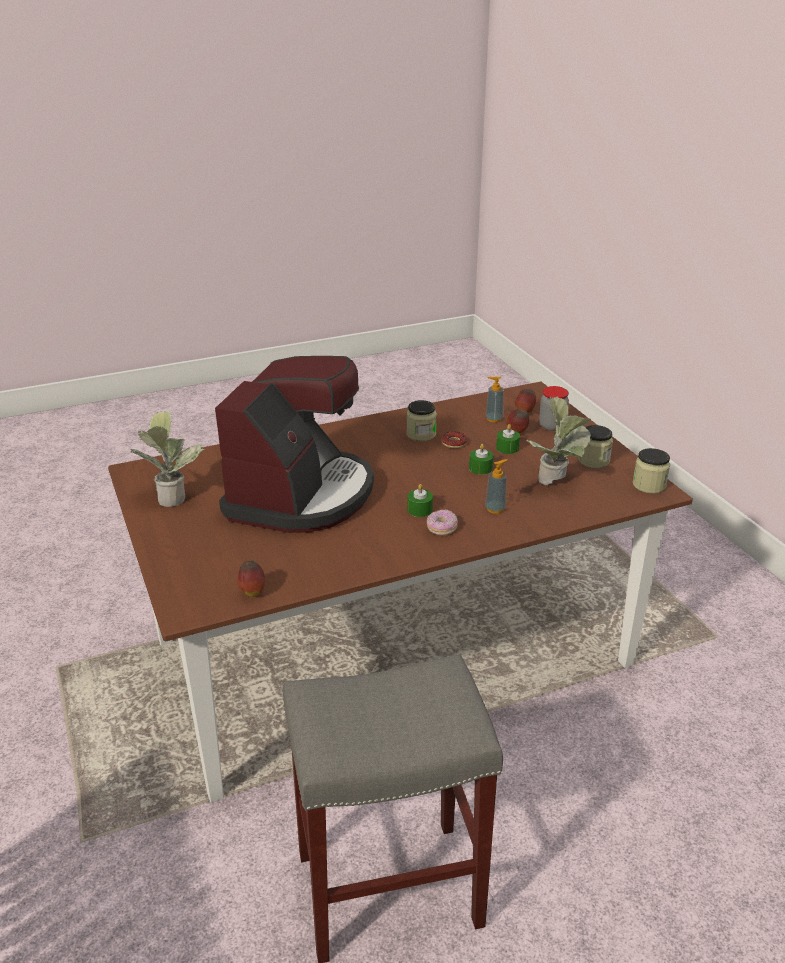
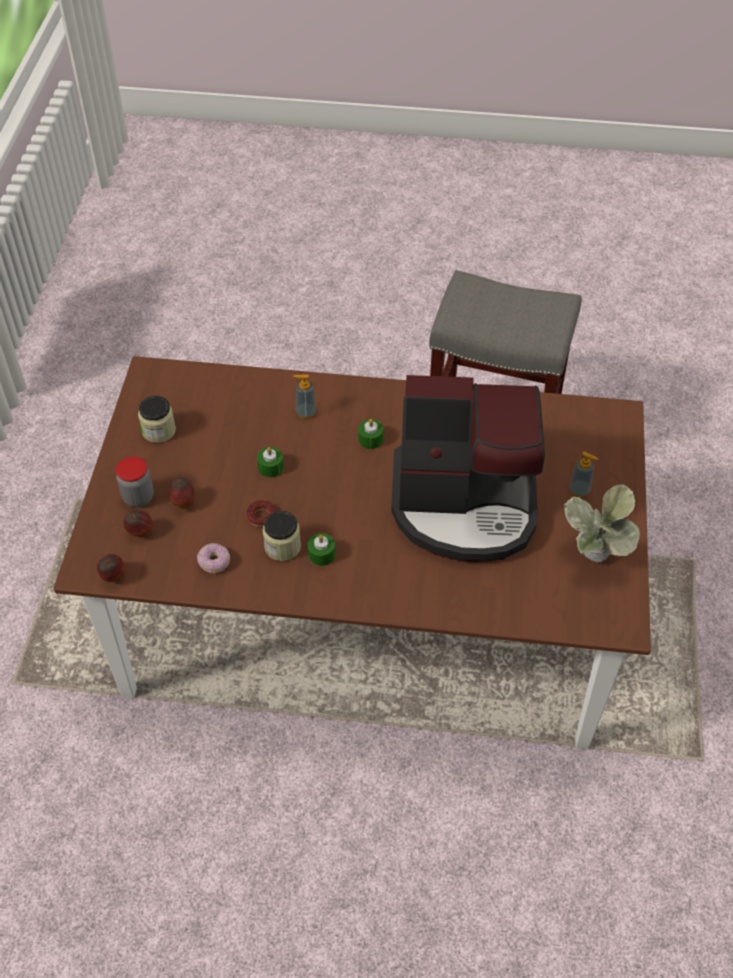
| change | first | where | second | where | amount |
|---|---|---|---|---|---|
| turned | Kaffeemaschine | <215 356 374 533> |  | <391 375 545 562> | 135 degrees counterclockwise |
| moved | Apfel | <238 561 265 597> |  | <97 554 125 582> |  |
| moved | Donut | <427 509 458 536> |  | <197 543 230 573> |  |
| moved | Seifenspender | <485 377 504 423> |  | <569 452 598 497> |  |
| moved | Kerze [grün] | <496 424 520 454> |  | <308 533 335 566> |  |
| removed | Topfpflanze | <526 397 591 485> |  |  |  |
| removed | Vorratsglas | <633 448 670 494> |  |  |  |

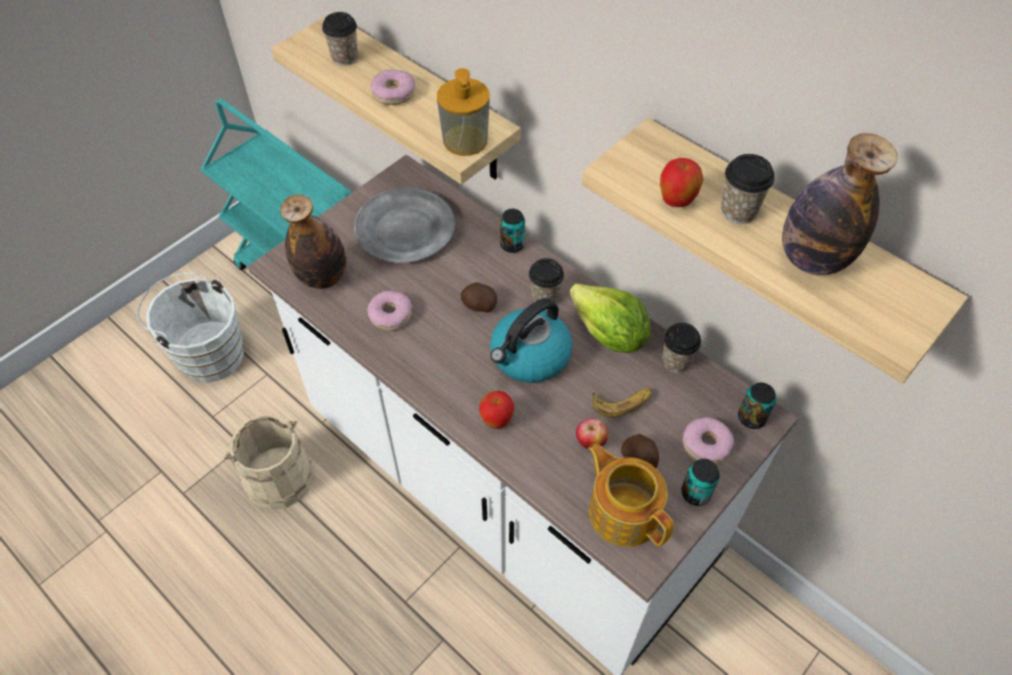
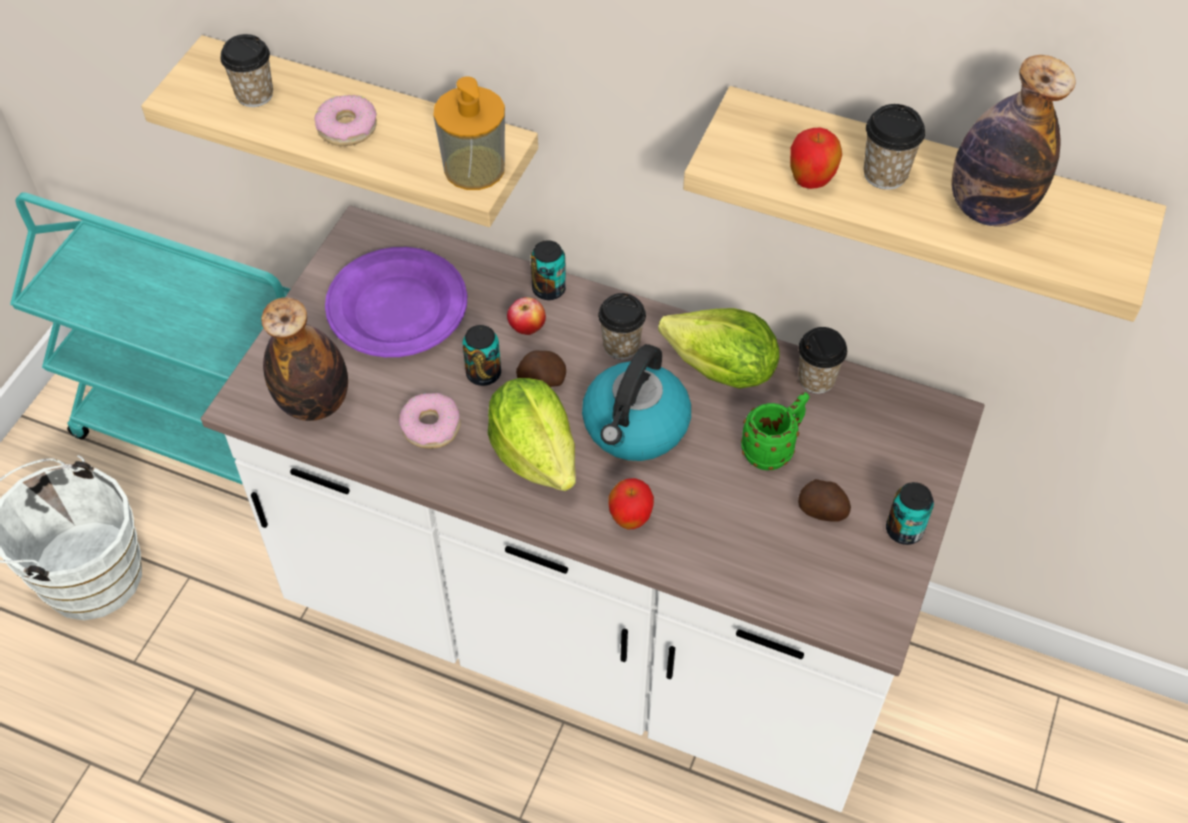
| change | first | where | second | where | amount |
|---|---|---|---|---|---|
| removed | Eimer [beige] | <224 414 313 510> |  |  |  |
| recoloured | Teller [grau] | <354 187 455 263> | Teller [lila] | <325 247 467 357> |  |
| moved | Apfel | <576 418 608 449> |  | <507 297 546 335> |  |
| removed | Teekanne | <588 443 674 547> |  |  |  |
| replaced | Banane | <592 387 652 418> | Henkelbecher [grün] | <741 392 809 470> |  |
| removed | Donut | <683 417 734 464> |  |  |  |
| moved | Dose | <738 383 776 429> |  | <463 325 501 386> |  |
| added |  |  | Salatkopf | <488 378 576 491> |  |

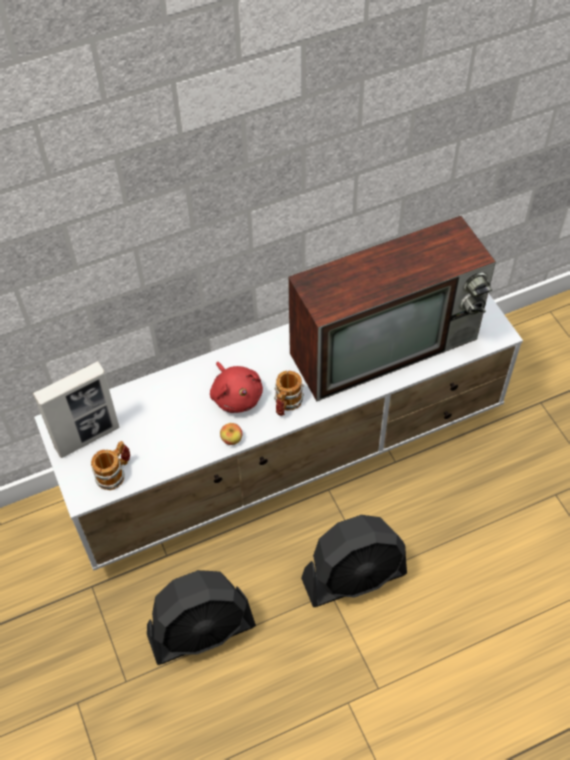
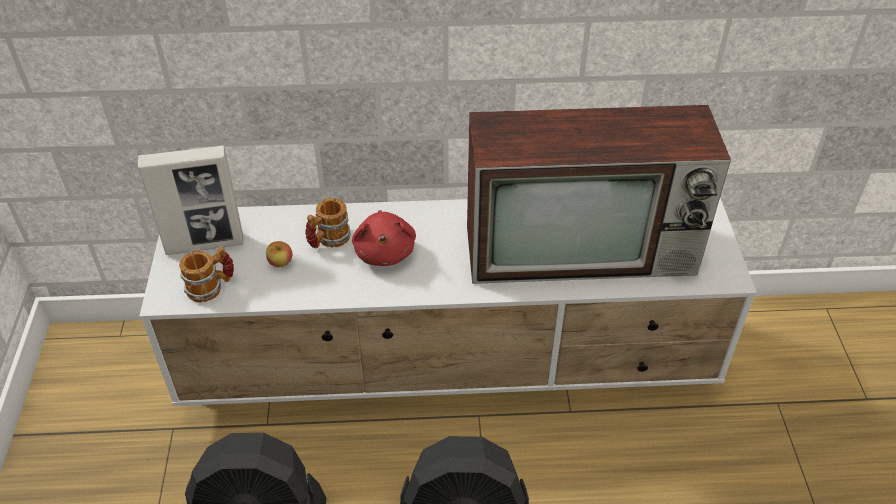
| change | first | where | second | where | amount |
|---|---|---|---|---|---|
| moved | Apfel | <220 423 242 445> |  | <266 241 292 267> |  |
| moved | Henkelbecher | <274 370 304 416> |  | <305 198 351 249> |  |

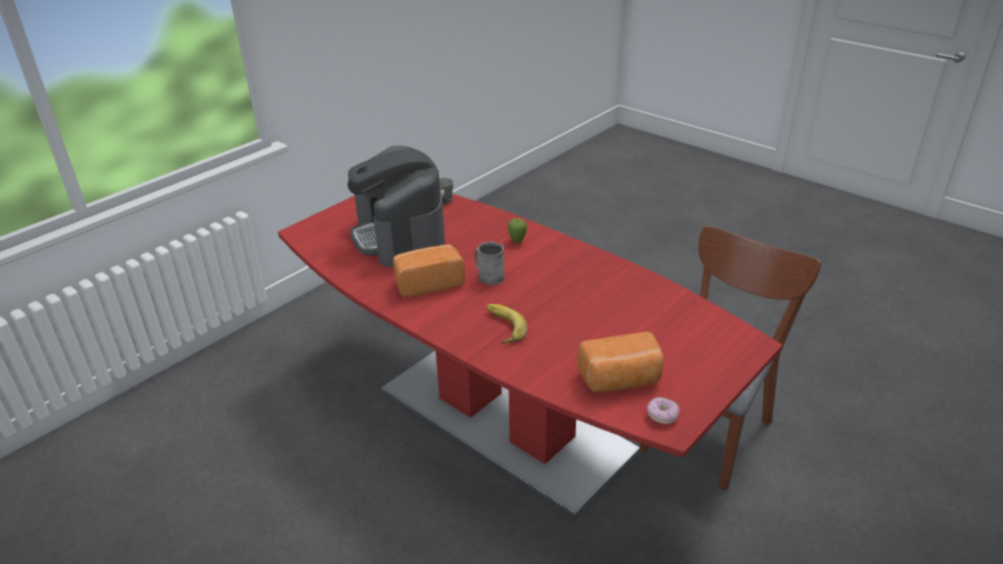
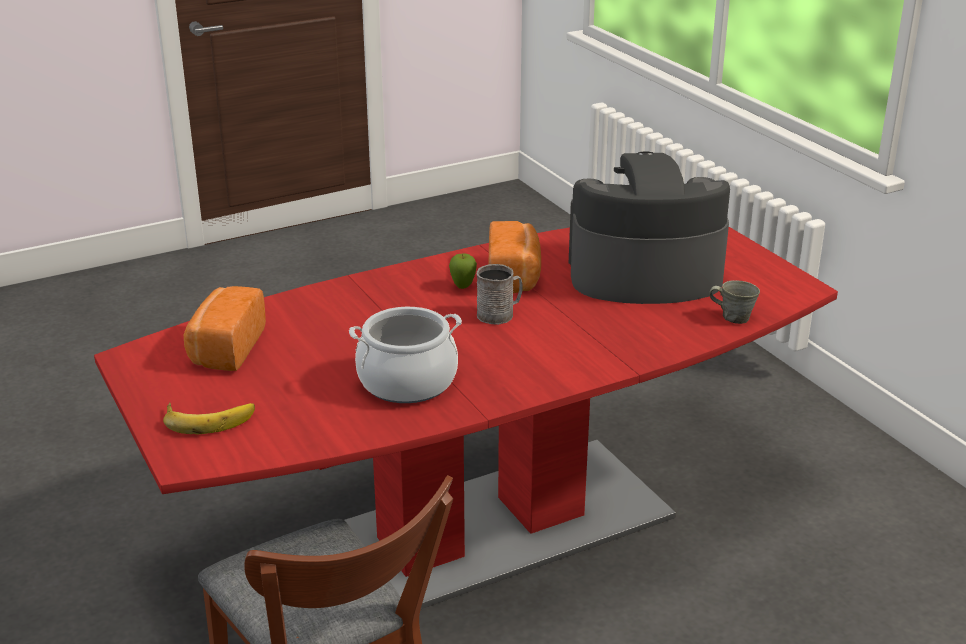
| change | first | where | second | where | amount |
|---|---|---|---|---|---|
| moved | Banane | <486 304 528 344> |  | <163 403 255 434> |  |
| moved | Apfel | <507 218 527 243> |  | <449 254 477 289> |  |
| removed | Donut | <647 397 679 424> |  |  |  |
| added |  |  | Kochtopf | <349 307 462 403> |  |

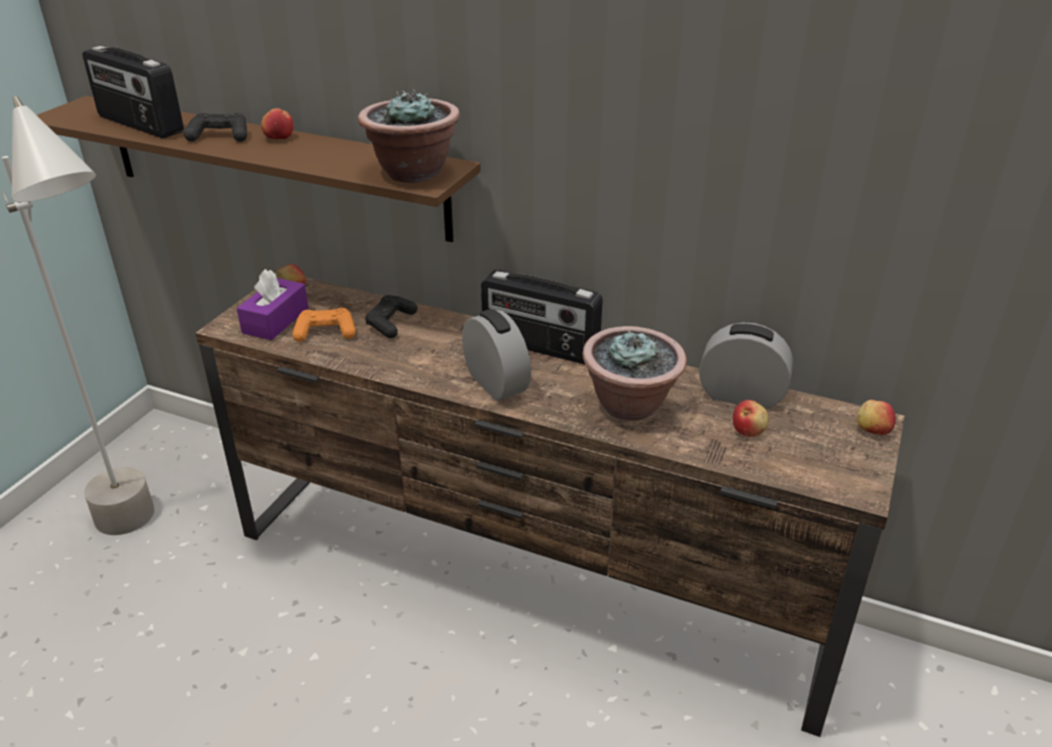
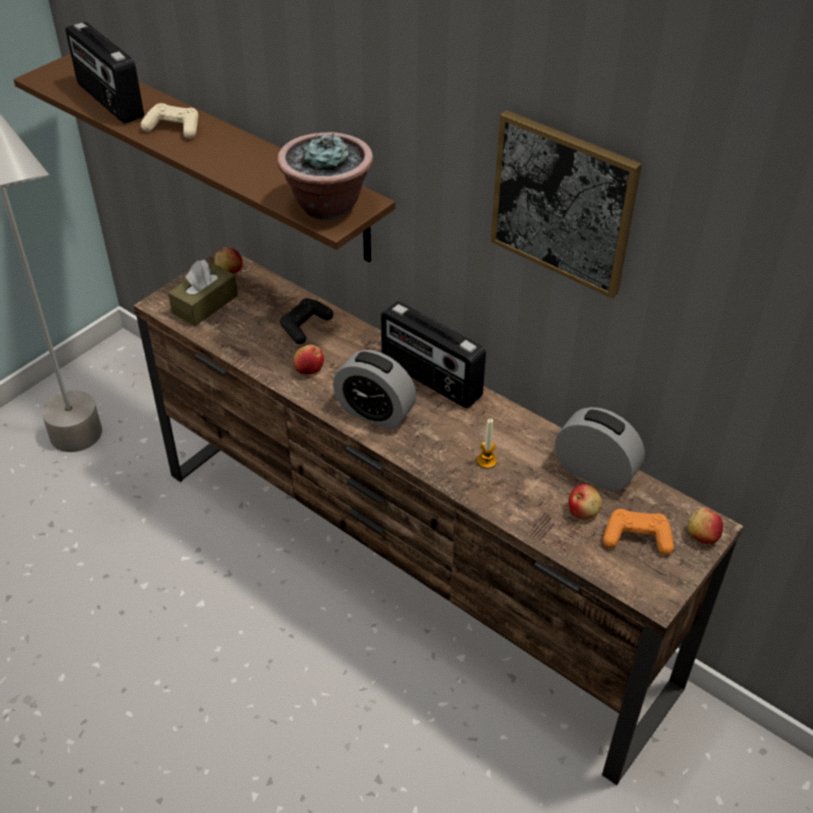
| change | first | where | second | where | amount |
|---|---|---|---|---|---|
| recoloured | Gamepad [schwarz] | <184 113 247 142> | Gamepad [beige] | <141 103 199 139> |  |
| recoloured | Taschentuchbox [lila] | <237 269 308 340> | Taschentuchbox [braun] | <168 260 238 326> |  |
| moved | Apfel | <261 108 294 139> |  | <293 345 324 375> |  |
| moved | Gamepad [orange] | <292 308 356 342> |  | <603 509 674 555> |  |
| turned | Wecker | <462 309 531 401> |  | <333 350 416 430> | 135 degrees clockwise |
| replaced | Topfpflanze | <582 326 687 421> | Kerze | <477 419 497 468> |  |
| added |  |  | Bild | <491 110 642 299> |  |

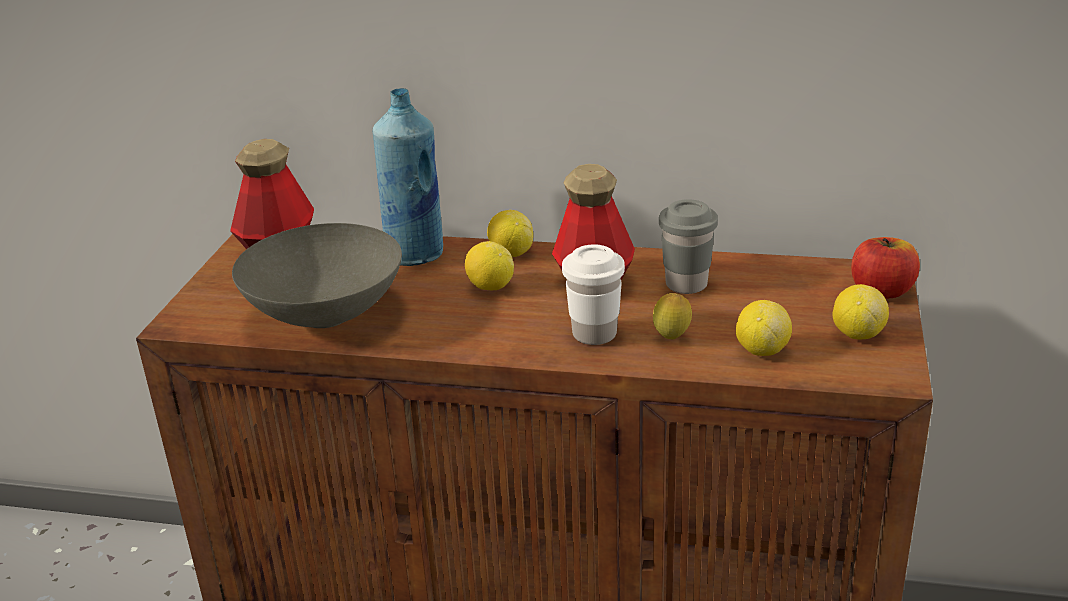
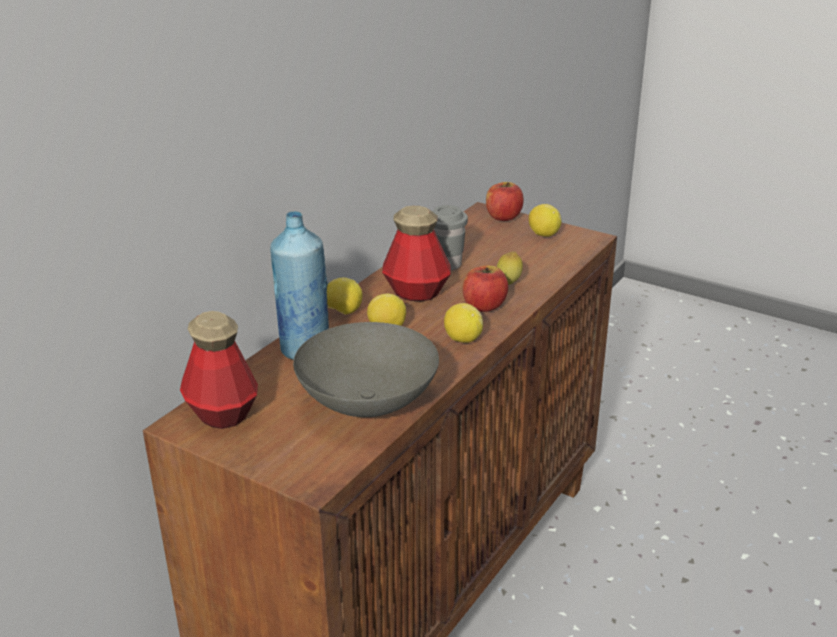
| change | first | where | second | where | amount |
|---|---|---|---|---|---|
| replaced | Tasse [weiß] | <562 245 625 345> | Apfel | <462 265 508 312> |  |
| moved | Zitrone | <736 300 792 356> |  | <444 303 483 343> |  |

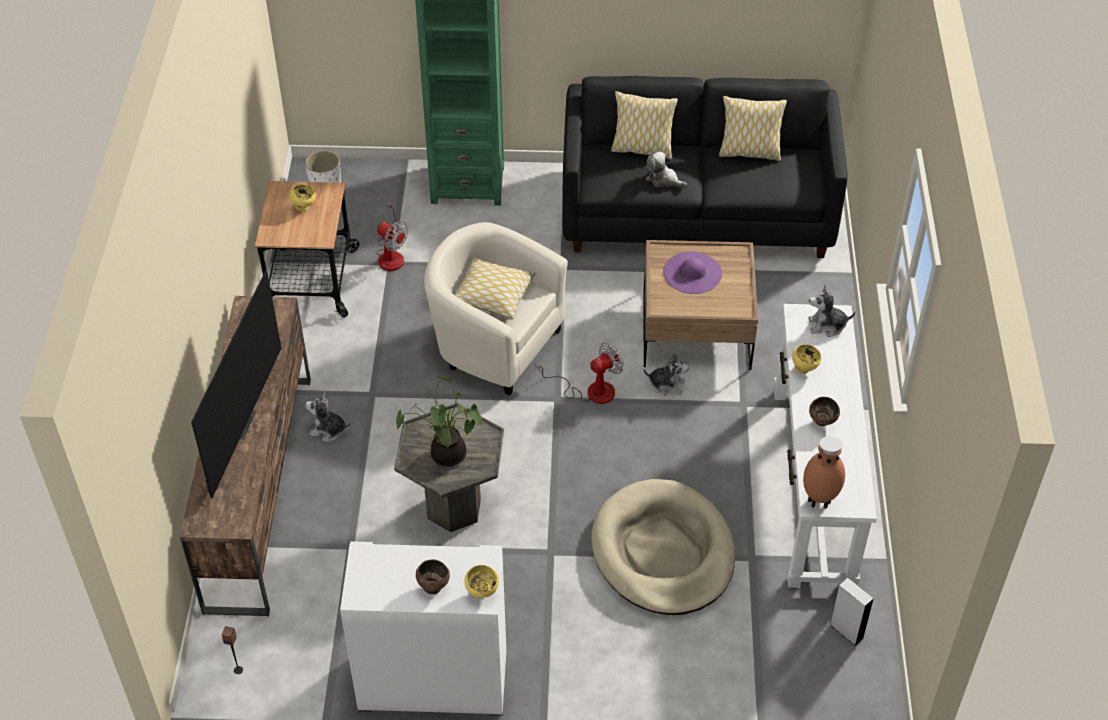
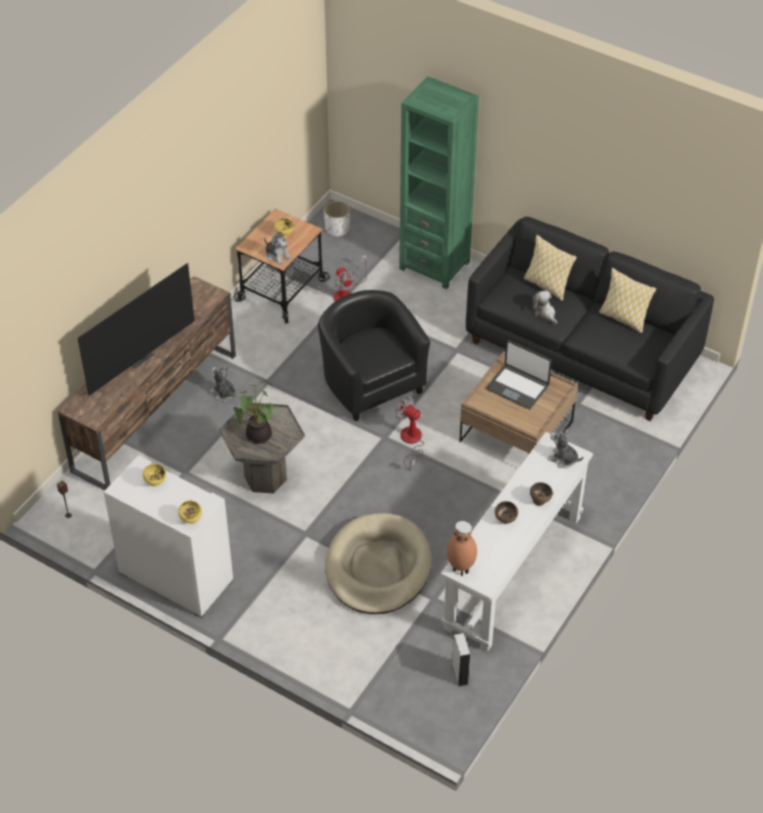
| change | first | where | second | where | amount |
|---|---|---|---|---|---|
| moved | Schüssel [braun] | <416 560 450 594> |  | <530 482 553 506> |  |
| recoloured | Sessel [beige] | <424 222 568 396> | Sessel [schwarz] | <318 290 430 422> |  |
| removed | Kissen | <455 258 536 320> |  |  |  |
| turned | Ventilator | <536 342 624 404> |  | <395 396 424 470> | 135 degrees counterclockwise |
| moved | Plüschtier | <644 353 688 396> |  | <264 231 291 265> |  |
| replaced | Hut [lila] | <663 252 722 294> | Laptop | <487 340 552 409> |  |
| moved | Schüssel [gelb] | <792 344 821 374> |  | <143 464 166 487> |  |

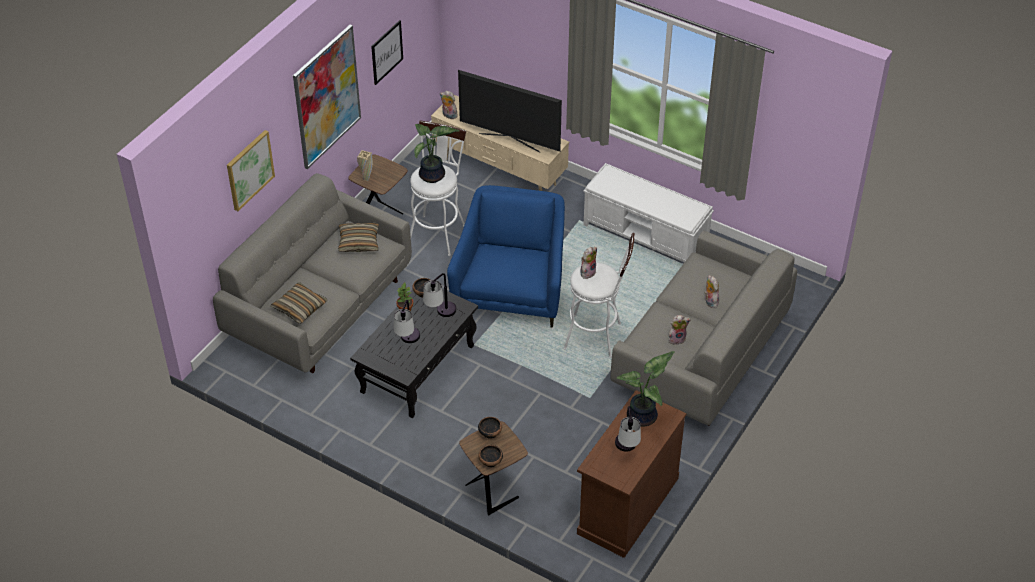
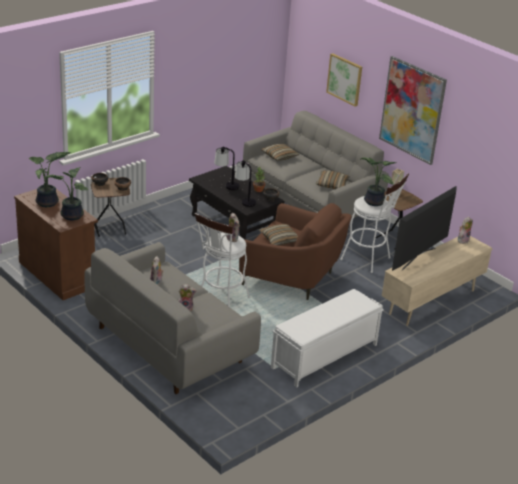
| change | first | where | second | where | amount |
|---|---|---|---|---|---|
| removed | Bild | <371 20 403 85> |  |  |  |
| recoloured | Sessel [blau] | <447 185 565 328> | Sessel [braun] | <239 203 352 300> |  |
| replaced | Tischlampe | <615 406 641 452> | Topfpflanze | <28 152 71 207> |  |
| added |  |  | Kissen | <259 224 298 245> |  |

